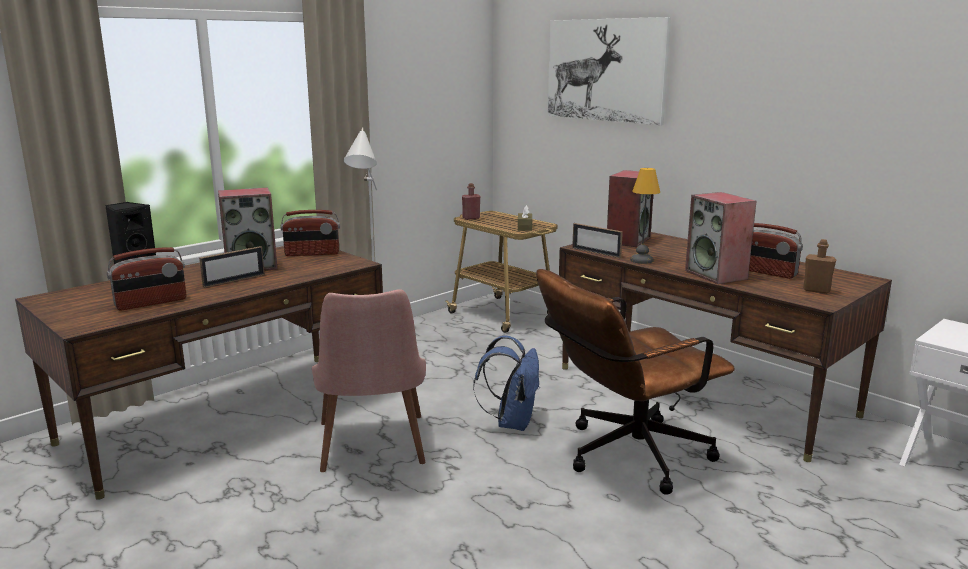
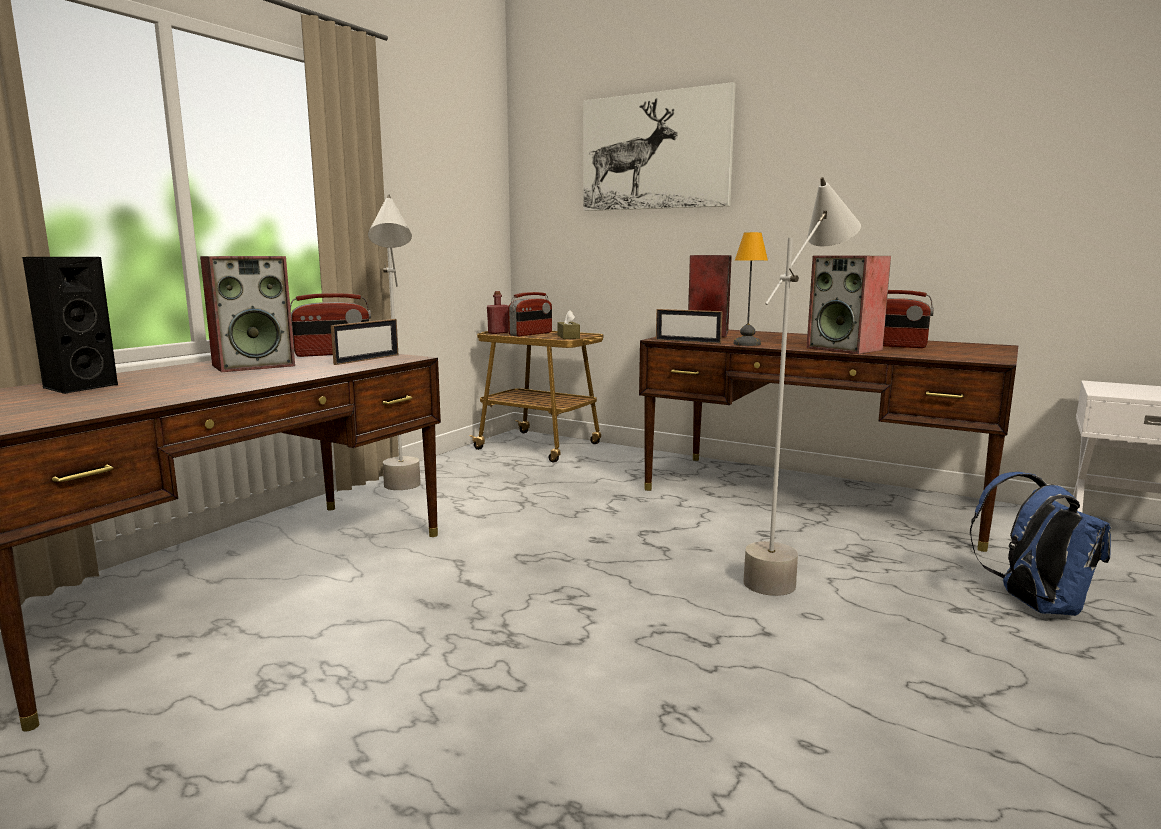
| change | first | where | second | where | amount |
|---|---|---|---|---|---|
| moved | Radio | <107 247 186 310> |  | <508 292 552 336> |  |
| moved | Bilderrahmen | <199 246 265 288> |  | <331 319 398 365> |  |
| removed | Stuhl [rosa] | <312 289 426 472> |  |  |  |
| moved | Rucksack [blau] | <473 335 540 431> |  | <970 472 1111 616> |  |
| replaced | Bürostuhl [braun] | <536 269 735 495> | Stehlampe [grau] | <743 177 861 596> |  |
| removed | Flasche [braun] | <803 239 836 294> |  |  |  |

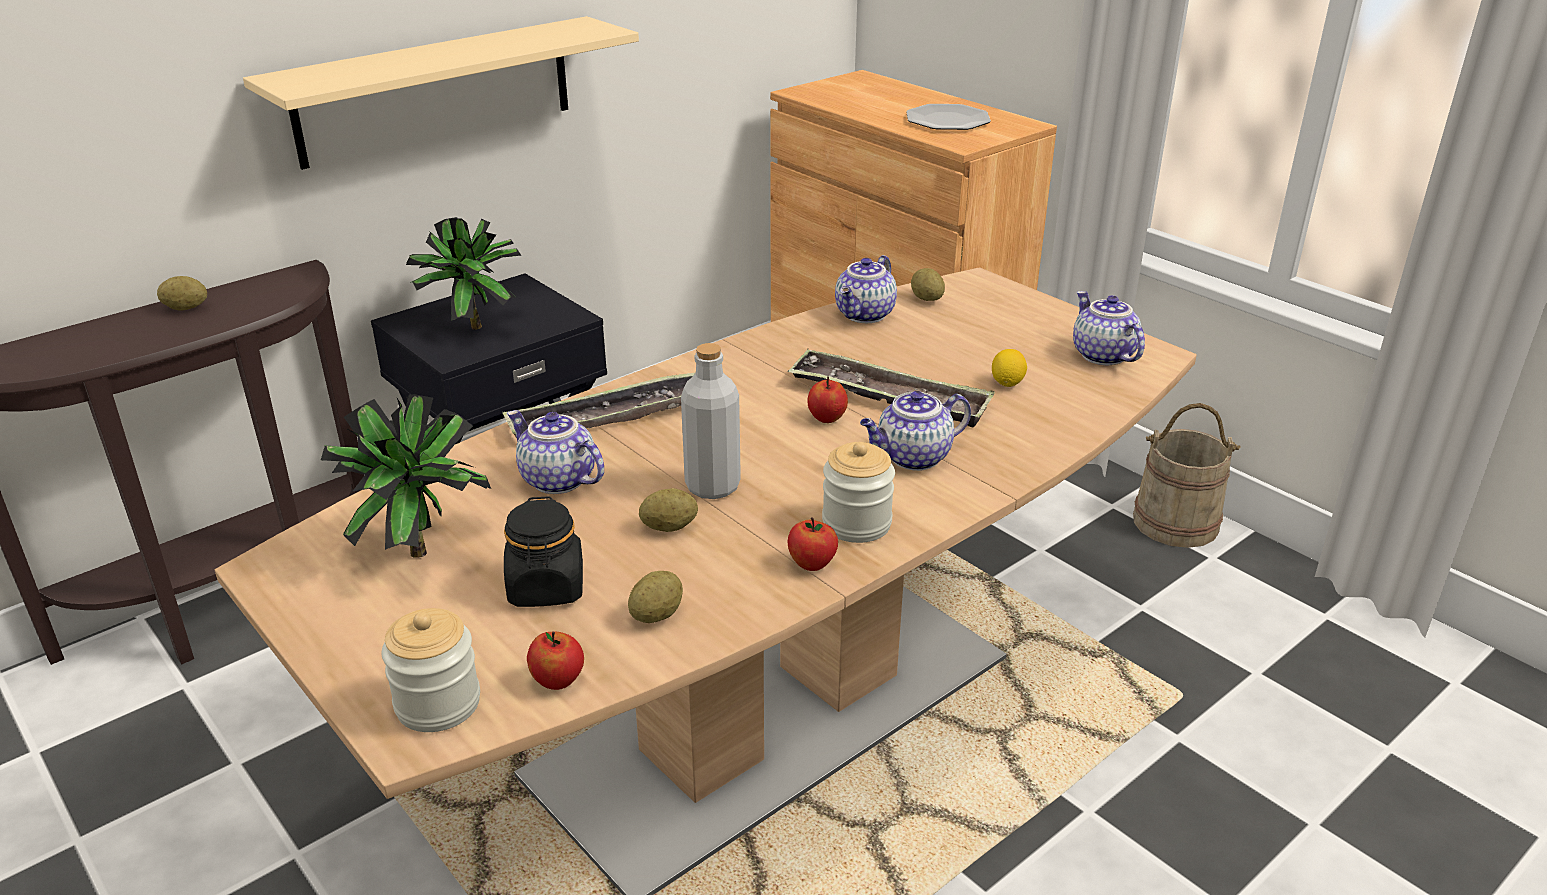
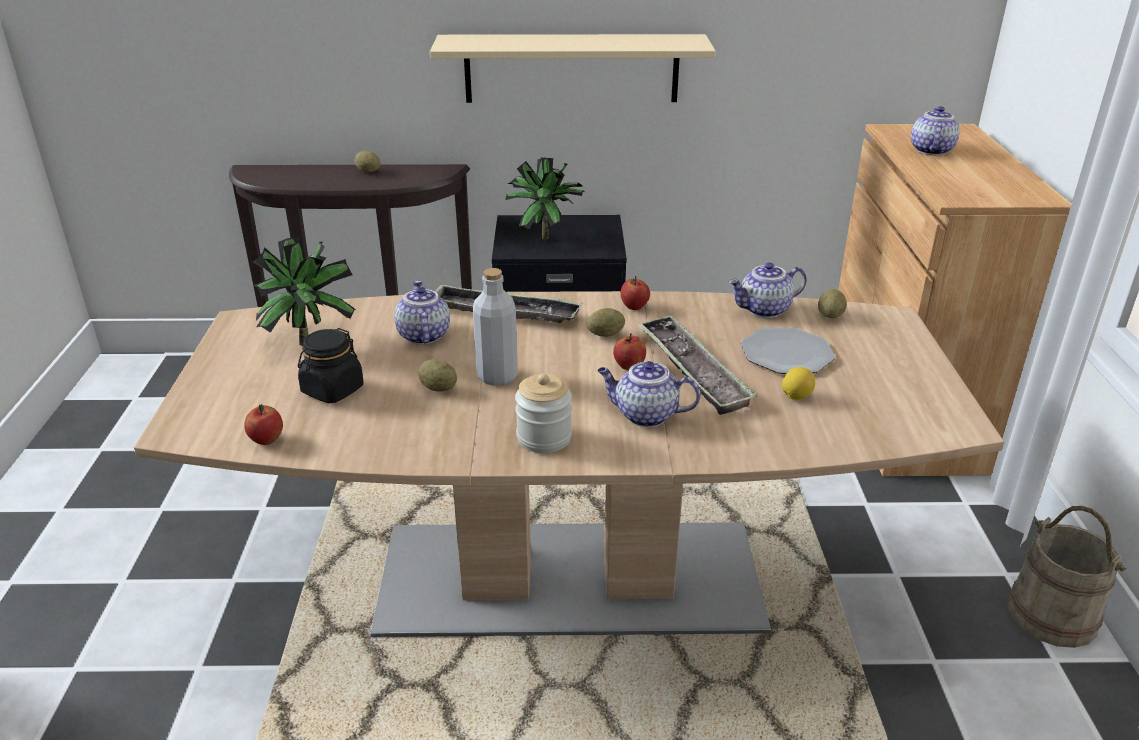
| change | first | where | second | where | amount |
|---|---|---|---|---|---|
| removed | Vorratsglas | <382 608 480 732> |  |  |  |
| moved | Kartoffel | <628 571 683 623> |  | <587 308 625 337> |  |
| moved | Apfel | <788 518 838 571> |  | <621 276 650 310> |  |
| moved | Teller | <906 104 991 130> |  | <741 328 835 374> |  |
| moved | Teekanne | <1073 291 1145 365> |  | <911 106 960 155> |  |

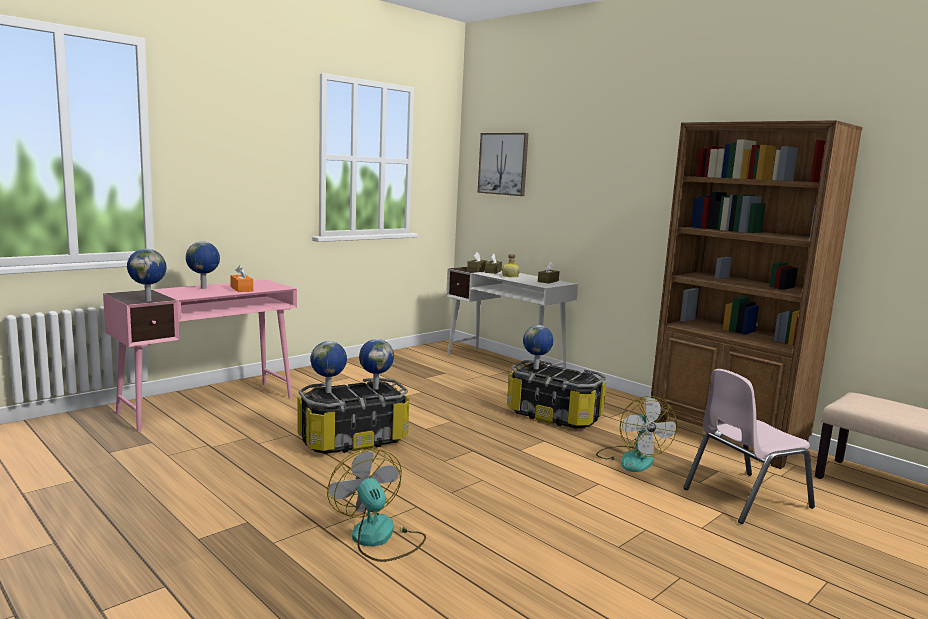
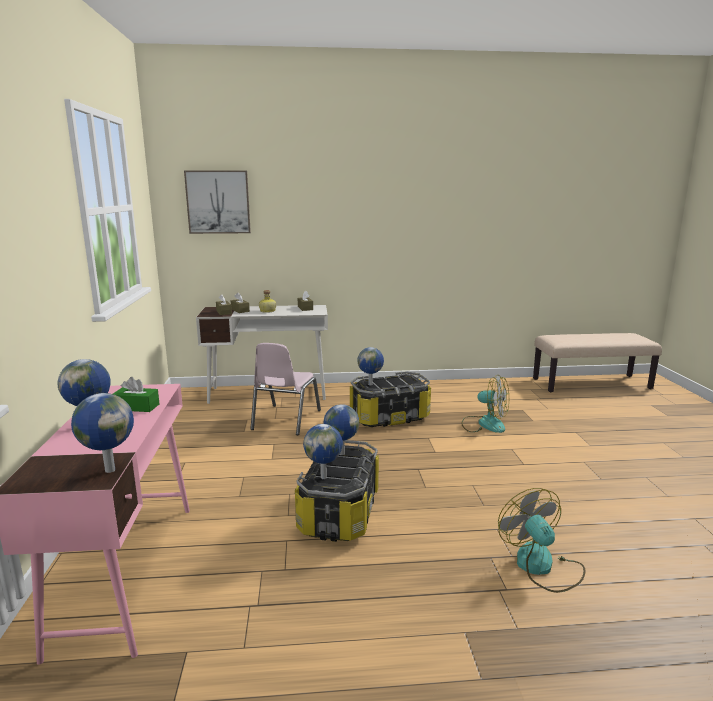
| change | first | where | second | where | amount |
|---|---|---|---|---|---|
| recoloured | Taschentuchbox [orange] | <230 265 253 292> | Taschentuchbox [grün] | <113 377 160 412> |  |
| turned | Ventilator | <327 449 426 562> |  | <498 488 585 593> | 60 degrees clockwise |
| removed | Bücherregal [braun] | <651 120 863 469> |  |  |  |
| moved | Stuhl [rosa] | <683 369 815 524> |  | <250 343 321 435> |  |

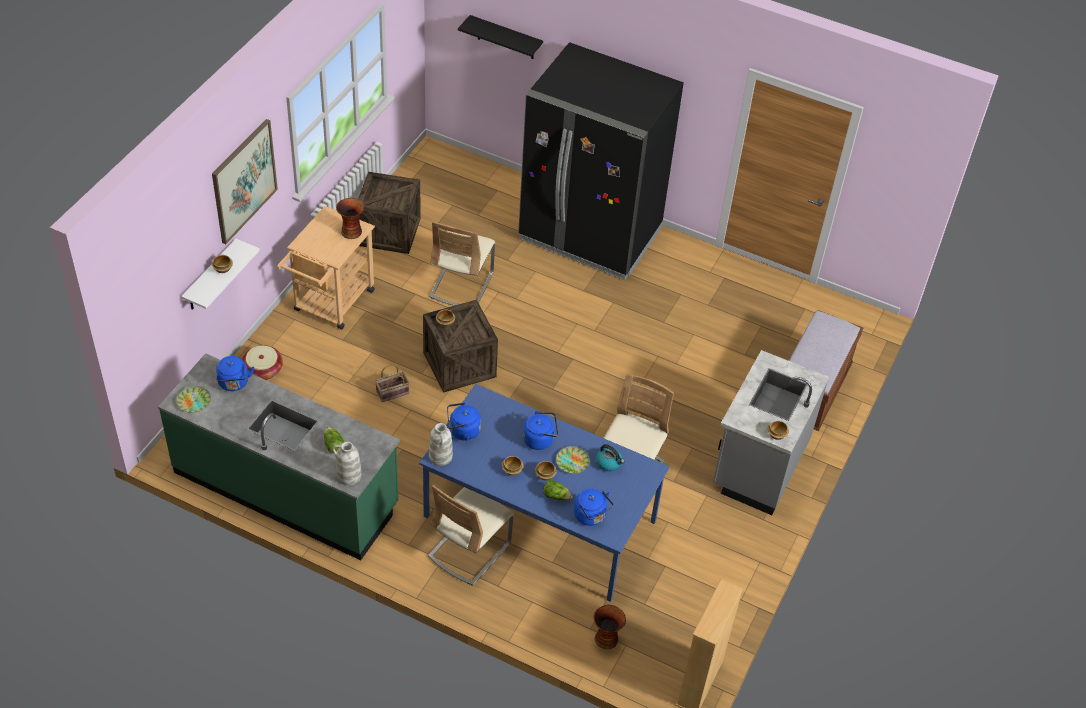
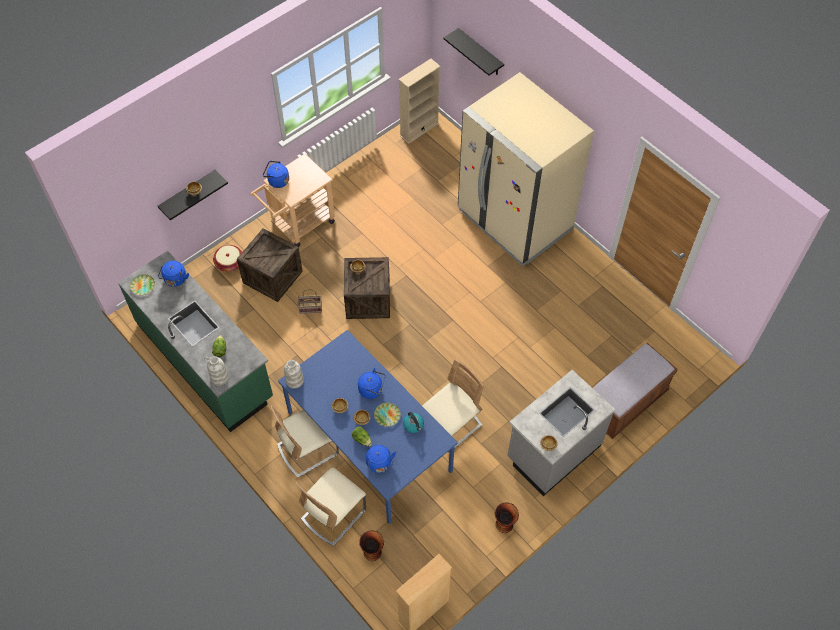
| change | first | where | second | where | amount |
|---|---|---|---|---|---|
| recoloured | Wandregal [weiß] | <181 239 260 310> | Wandregal [schwarz] | <158 170 228 220> |  |
| removed | Bild | <212 119 278 244> |  |  |  |
| moved | Vase | <336 198 365 239> |  | <495 503 519 533> |  |
| moved | Kiste | <358 172 421 254> |  | <237 229 303 302> |  |
| moved | Stuhl [beige] | <429 221 495 306> |  | <296 468 366 546> |  |
| moved | Wasserkessel [blau] | <447 402 481 441> |  | <263 161 289 188> |  |
| recoloured | Kühlschrank [schwarz] | <518 42 684 280> | Kühlschrank [beige] | <458 72 594 266> |  |
| added |  |  | Bücherregal [beige] | <399 59 441 144> |  |

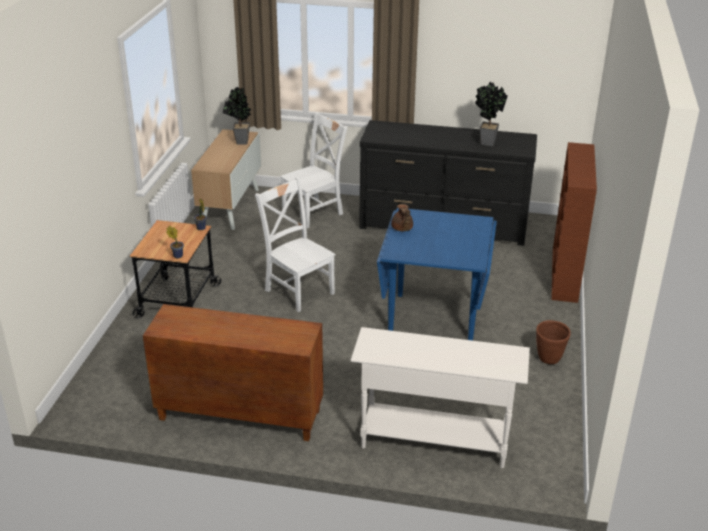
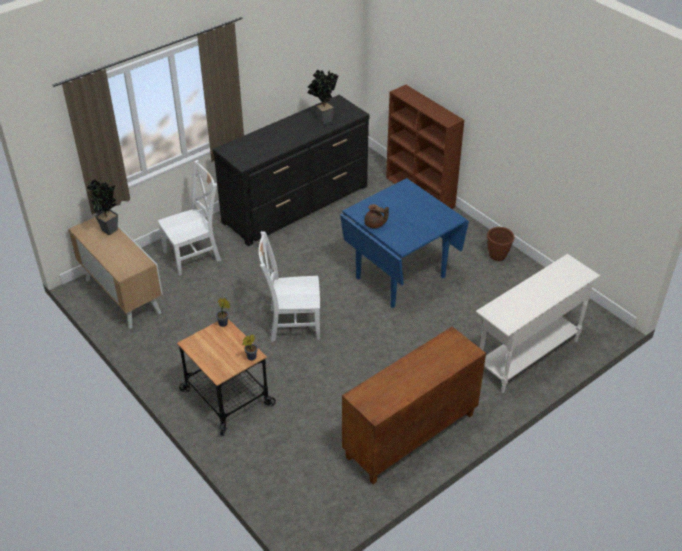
| change | first | where | second | where | amount |
|---|---|---|---|---|---|
| turned | Stuhl [weiß] | <280 112 348 228> |  | <157 160 221 275> | 60 degrees clockwise |

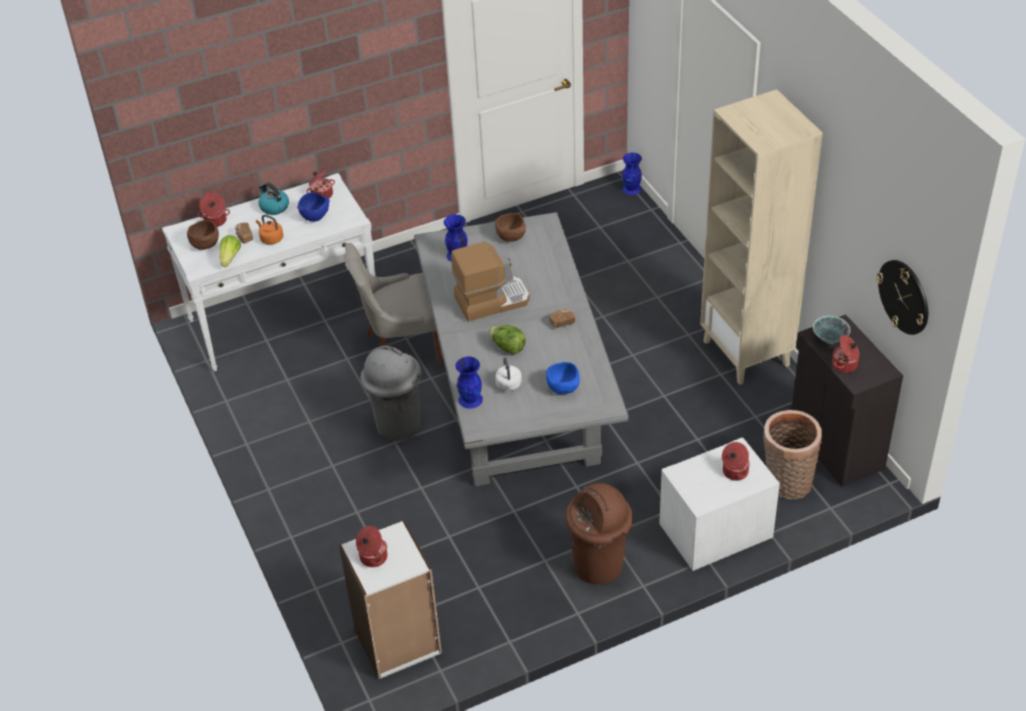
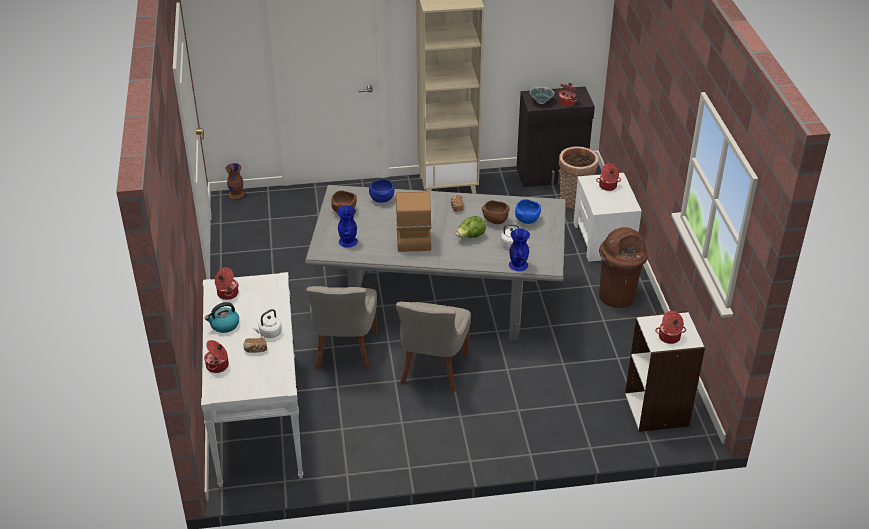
| change | first | where | second | where | amount |
|---|---|---|---|---|---|
| moved | Schüssel [braun] | <187 220 219 250> |  | <482 200 510 224> |  |
| removed | Salatkopf | <220 235 241 267> |  |  |  |
| recoloured | Wasserkessel [orange] | <256 215 283 245> | Wasserkessel [weiß] | <253 309 282 338> |  |
| moved | Schüssel [blau] | <297 192 330 222> |  | <369 179 394 203> |  |
| replaced | Mülleimer [grau] | <361 346 422 441> | Stuhl [grau] | <396 301 471 392> |  |
| recoloured | Vase [blau] | <622 153 642 195> | Vase [braun] | <225 163 245 199> |  |
| removed | Wanduhr | <876 260 928 335> |  |  |  |

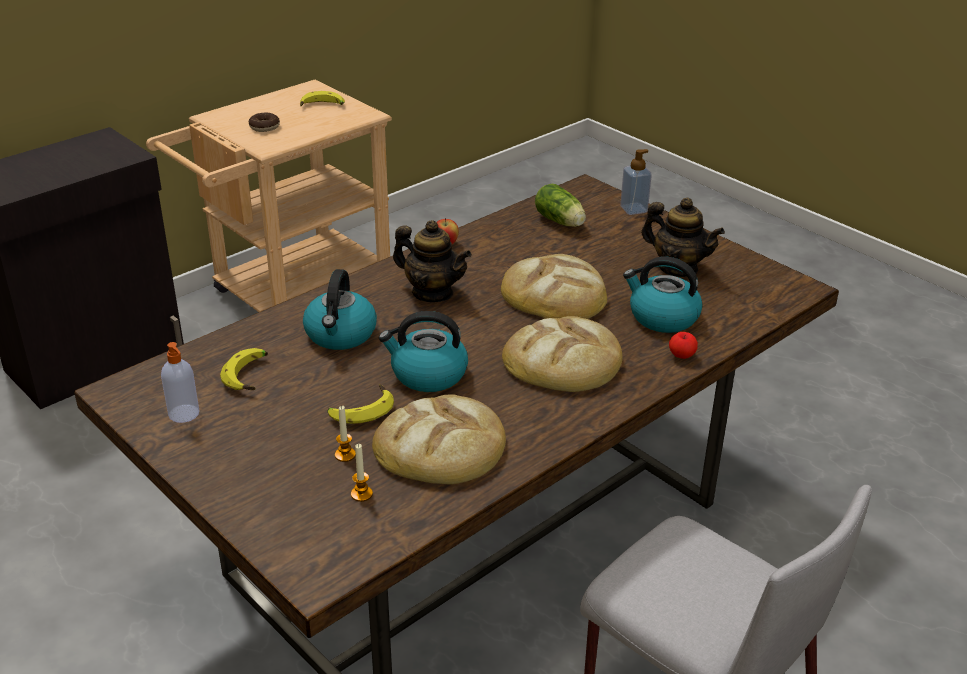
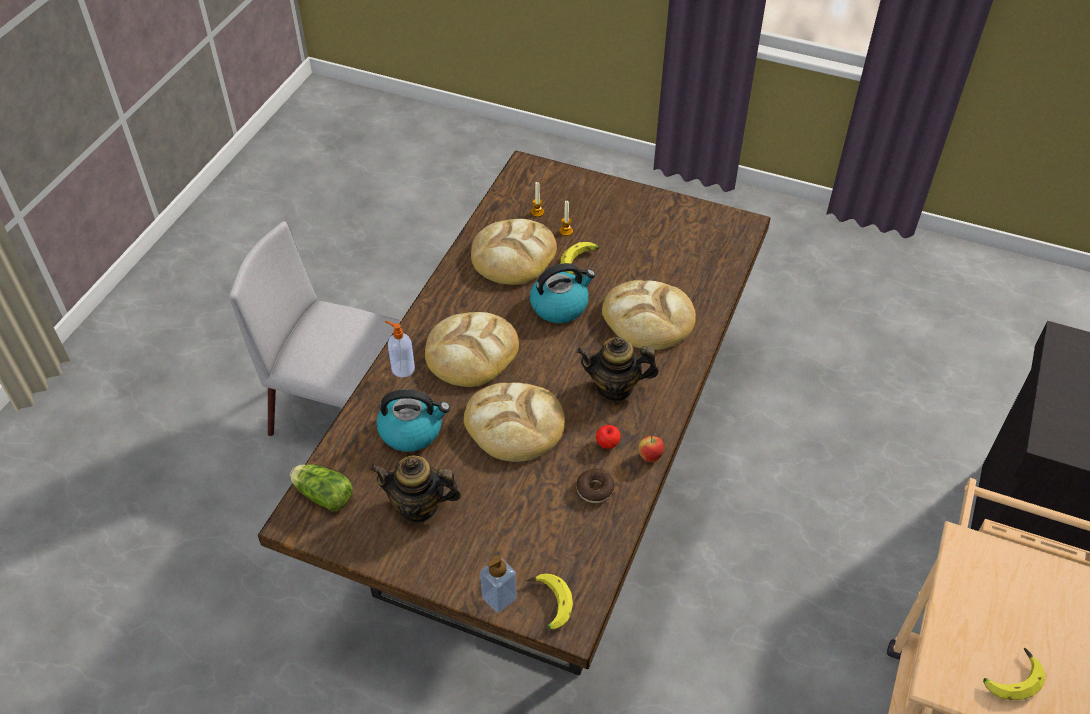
| change | first | where | second | where | amount |
|---|---|---|---|---|---|
| moved | Seifenspender | <161 342 200 423> |  | <385 321 415 378> |  |
| moved | Banane | <220 348 268 390> |  | <525 573 573 629> |  |
| moved | Donut | <249 113 280 132> |  | <576 469 615 503> |  |
| replaced | Wasserkessel | <303 269 377 350> | Brot | <602 280 696 350> |  |
| moved | Salatkopf | <535 184 586 227> |  | <290 464 353 511> |  |
| moved | Apfel | <669 332 698 359> |  | <596 425 621 449> |  |

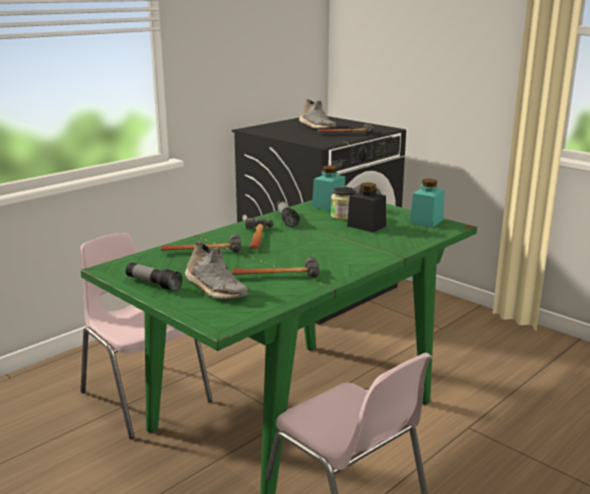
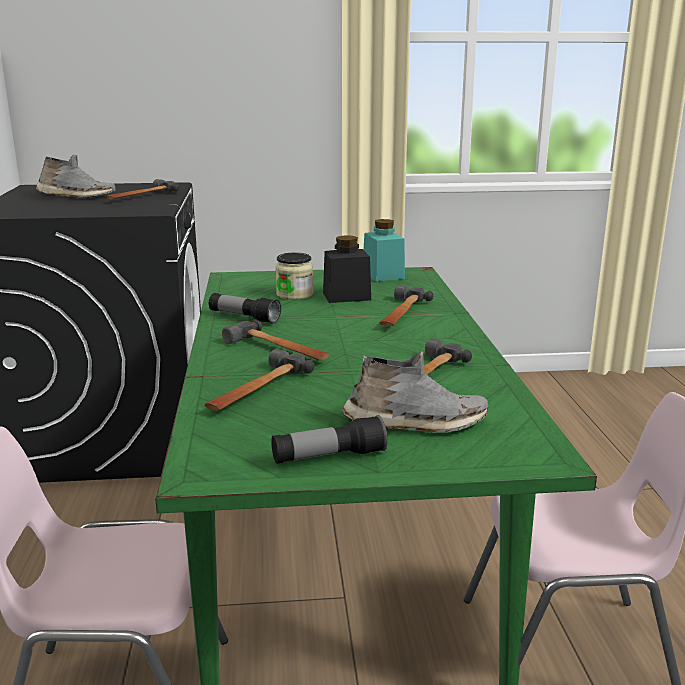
| change | first | where | second | where | amount |
|---|---|---|---|---|---|
| removed | Vorratsglas [türkis] | <312 165 345 211> |  |  |  |
| added |  |  | Hammer | <379 285 433 326> |  |

